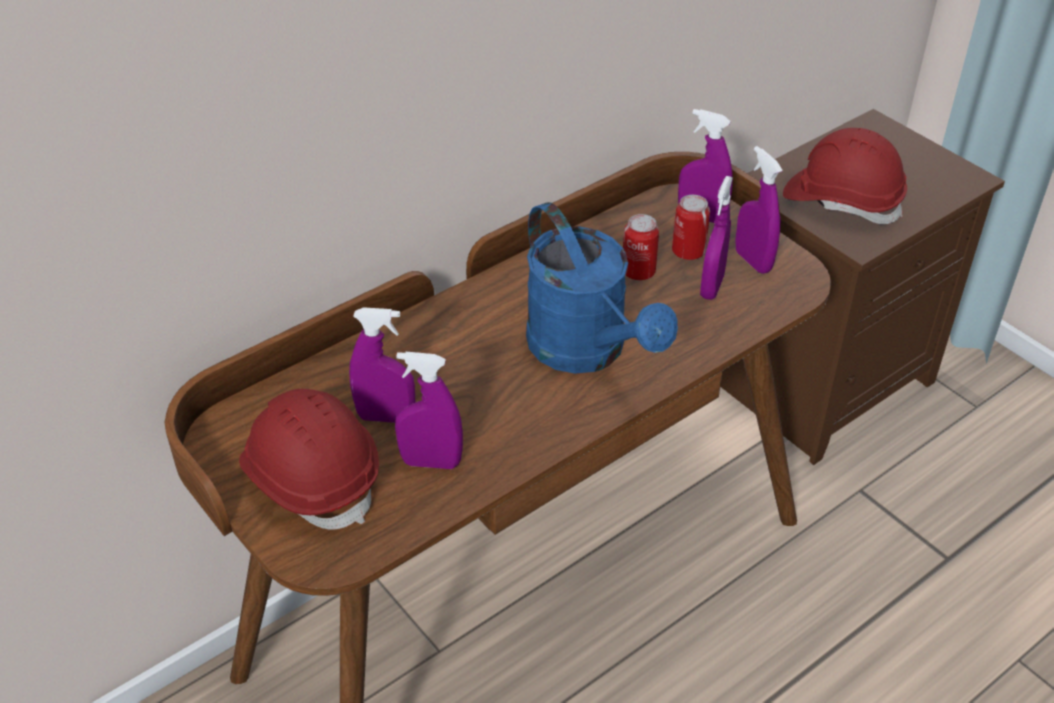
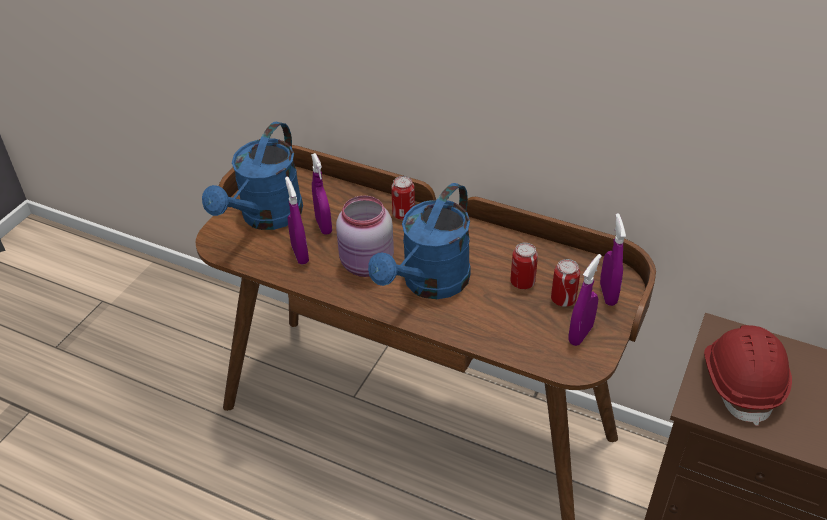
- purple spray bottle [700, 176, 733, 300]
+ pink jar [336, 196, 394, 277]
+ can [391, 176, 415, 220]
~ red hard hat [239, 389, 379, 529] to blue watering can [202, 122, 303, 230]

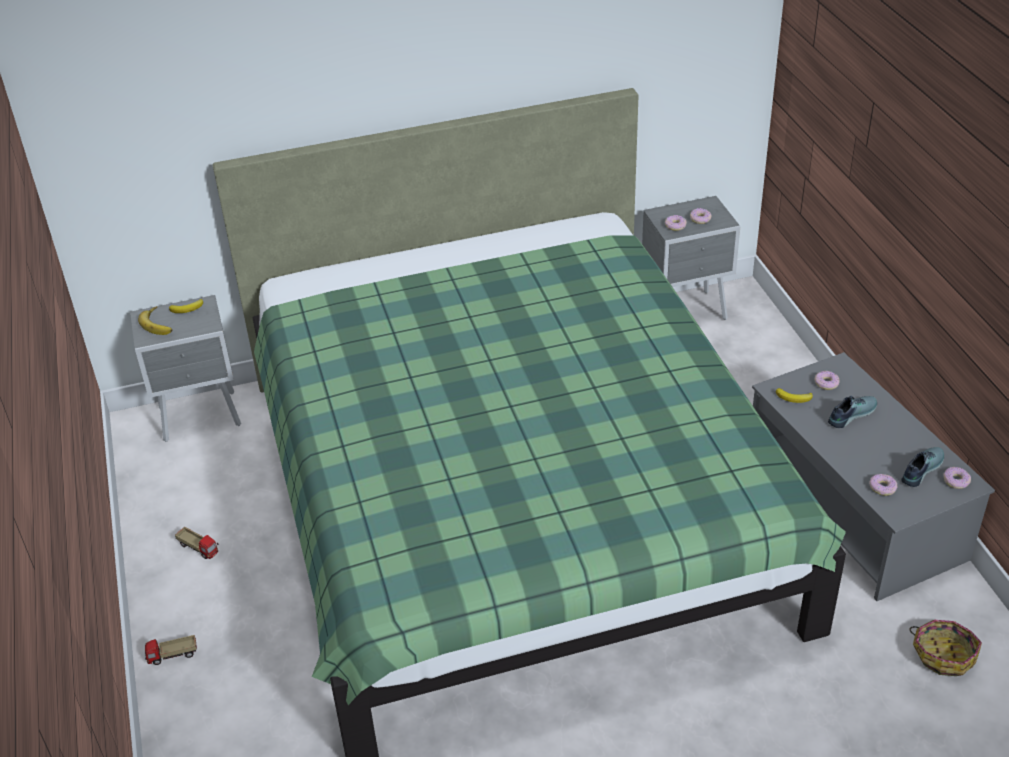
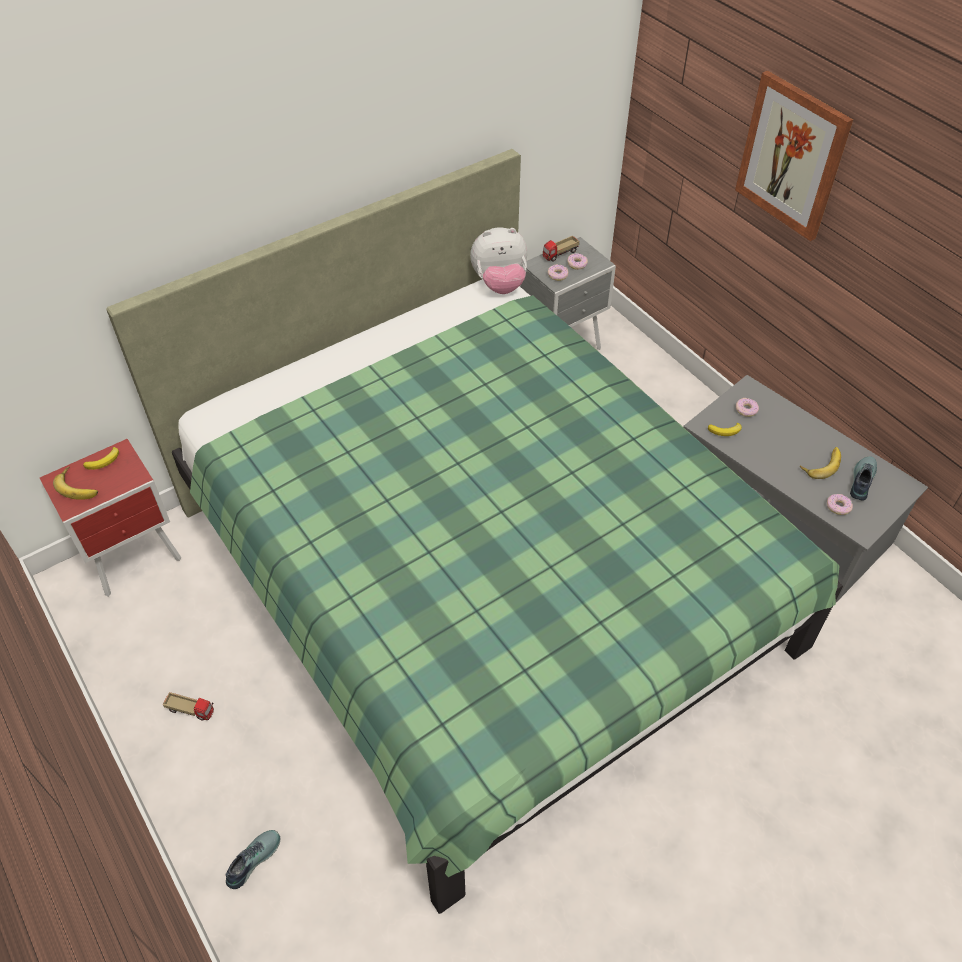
- basket [909, 620, 982, 676]
- donut [943, 467, 971, 489]
+ plush toy [470, 227, 527, 294]
+ picture [735, 71, 853, 241]
+ banana [800, 447, 841, 479]
~ toy truck [145, 635, 197, 665] to [543, 236, 580, 261]
~ shoe [828, 396, 877, 428] to [225, 830, 281, 889]
~ grey nightstand [130, 295, 241, 442] to red nightstand [40, 439, 181, 596]

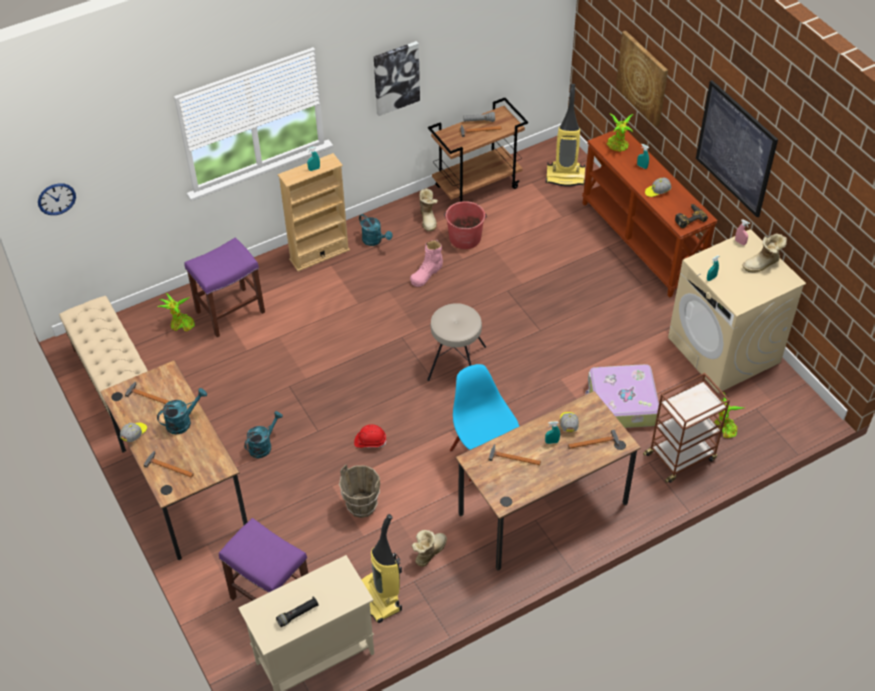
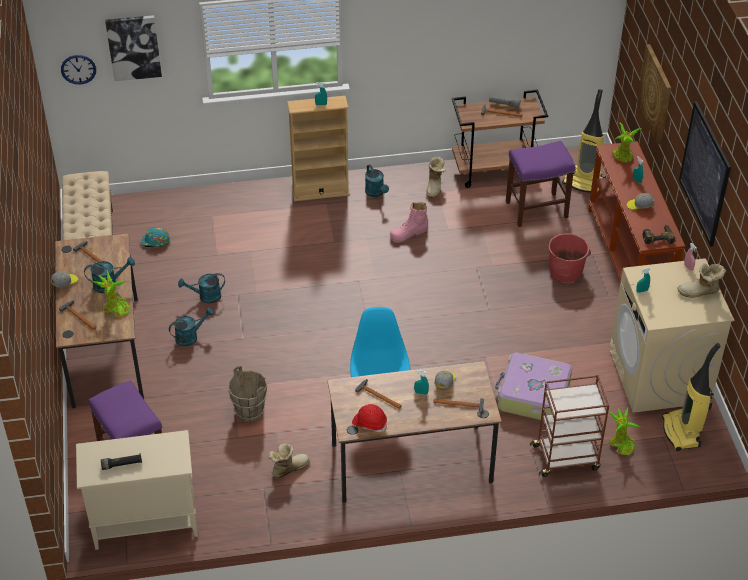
- beige stool [427, 303, 486, 381]
+ turquoise hard hat [141, 227, 170, 249]
+ turquoise watering can [178, 273, 225, 304]
~ potted plant [157, 293, 195, 331] to [92, 271, 130, 317]
~ purple stool [184, 237, 265, 337] to [506, 141, 575, 227]
~ red hard hat [354, 424, 387, 448] to [352, 404, 387, 432]
~ vacuum cleaner [361, 514, 402, 623] to [662, 343, 721, 451]
~ picture [374, 41, 420, 116] to [105, 15, 162, 81]
~ red bucket [444, 201, 487, 249] to [548, 233, 591, 282]

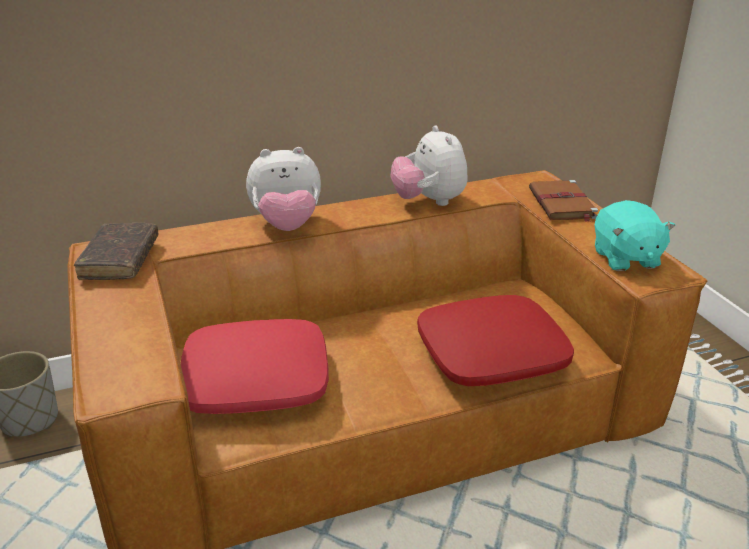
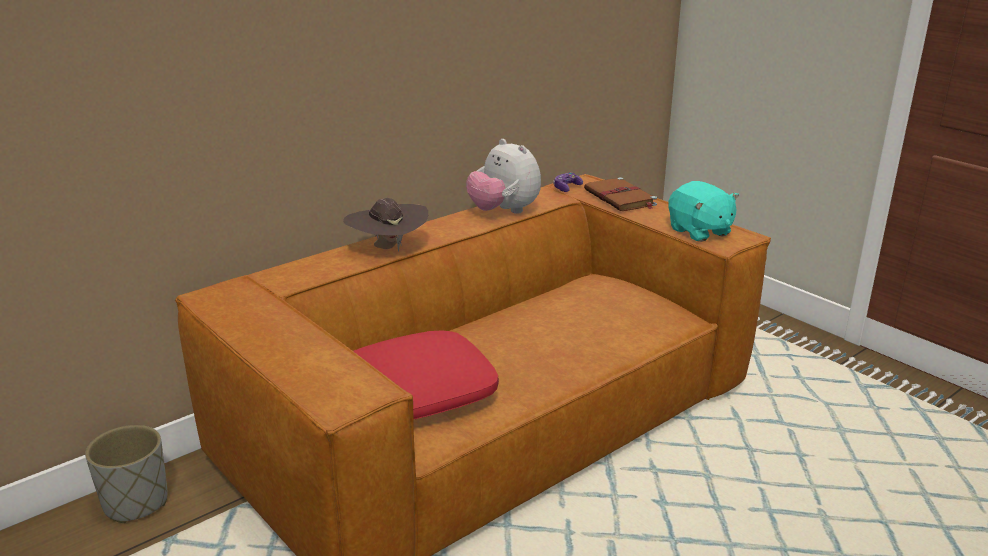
- brown book [74, 223, 158, 280]
- red pillow [417, 295, 574, 386]
+ game controller [553, 172, 583, 192]
~ plush toy [246, 147, 321, 231] to brown hat [343, 198, 428, 252]

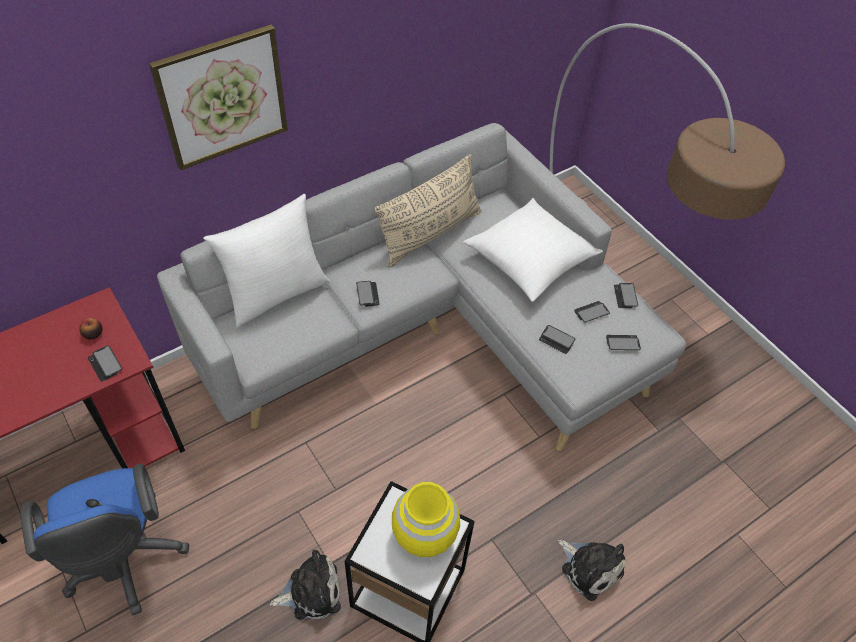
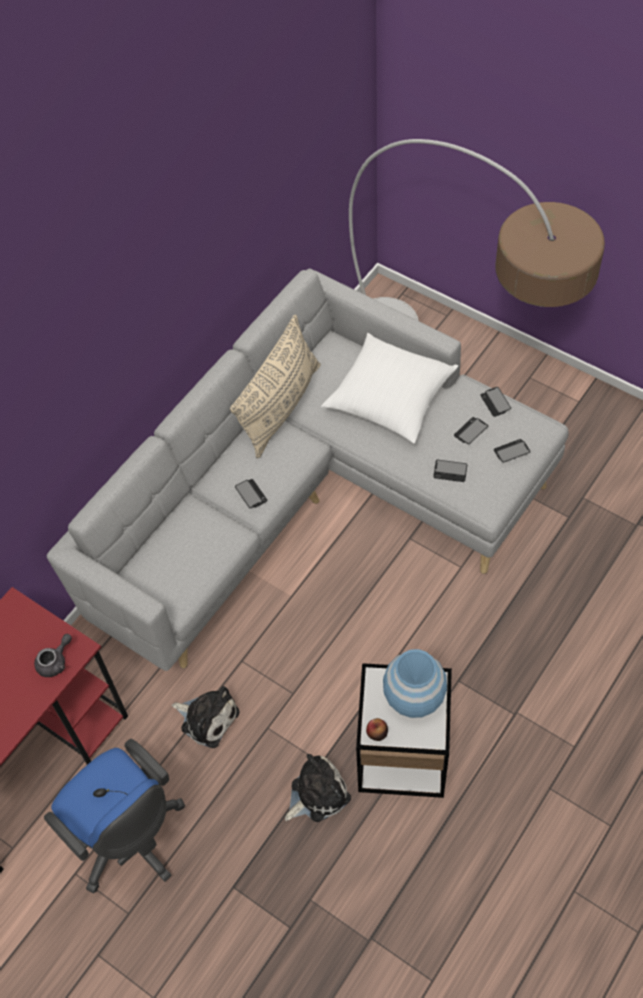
- picture [149, 25, 288, 170]
- white pillow [203, 194, 330, 328]
~ apple [79, 318, 103, 340] to [366, 718, 388, 741]
~ plush toy [558, 539, 626, 601] to [172, 686, 239, 748]
~ phone [88, 345, 122, 382] to grey teapot [34, 634, 72, 677]
~ yellow vase [392, 482, 460, 557] to blue vase [383, 649, 447, 718]

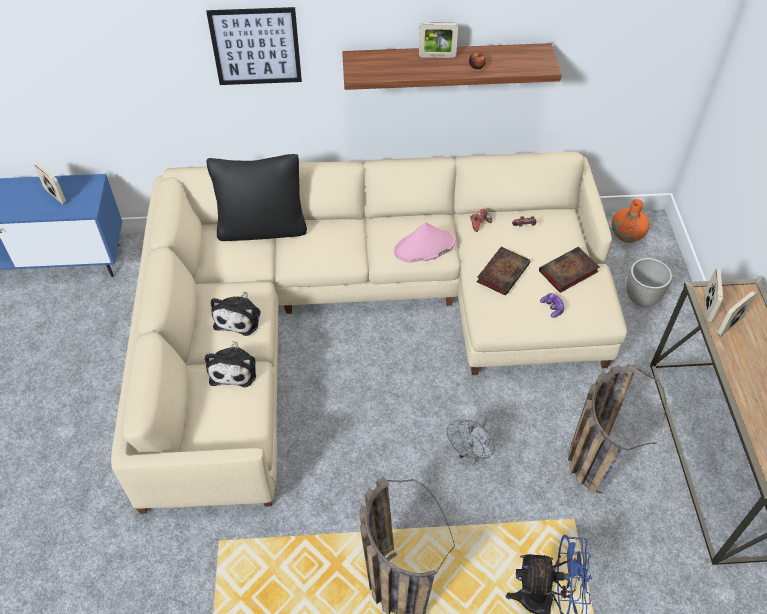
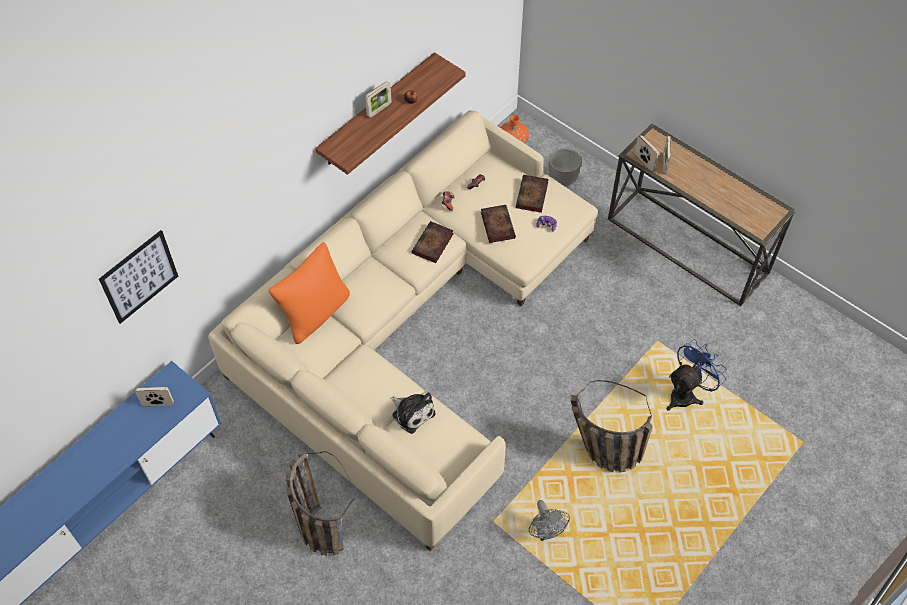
- plush toy [210, 292, 261, 336]
~ picture [206, 7, 302, 85] to [99, 230, 178, 324]
~ grey fan [447, 415, 495, 465] to [529, 500, 570, 541]
~ basket [568, 364, 666, 494] to [286, 451, 355, 556]
~ pink hat [394, 222, 456, 263] to book [412, 221, 454, 263]
~ black pillow [207, 154, 307, 241] to orange pillow [268, 242, 350, 344]

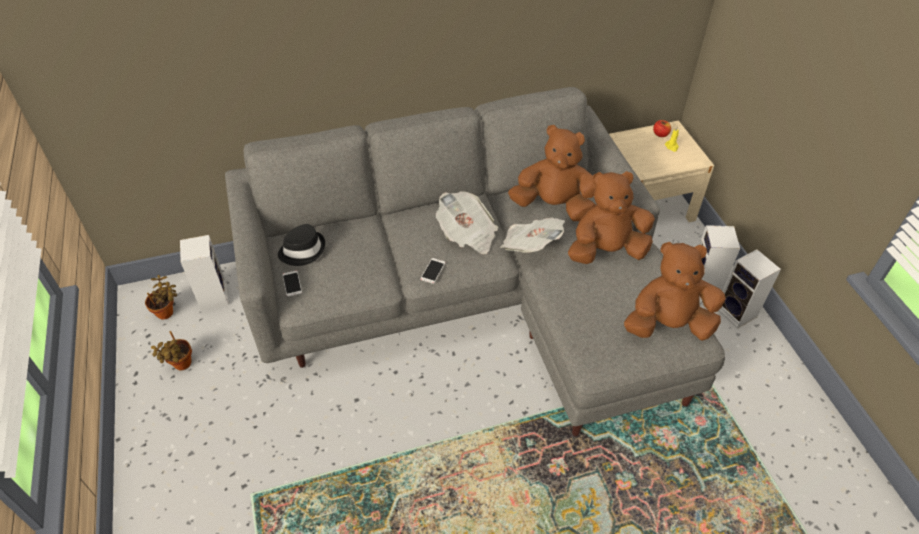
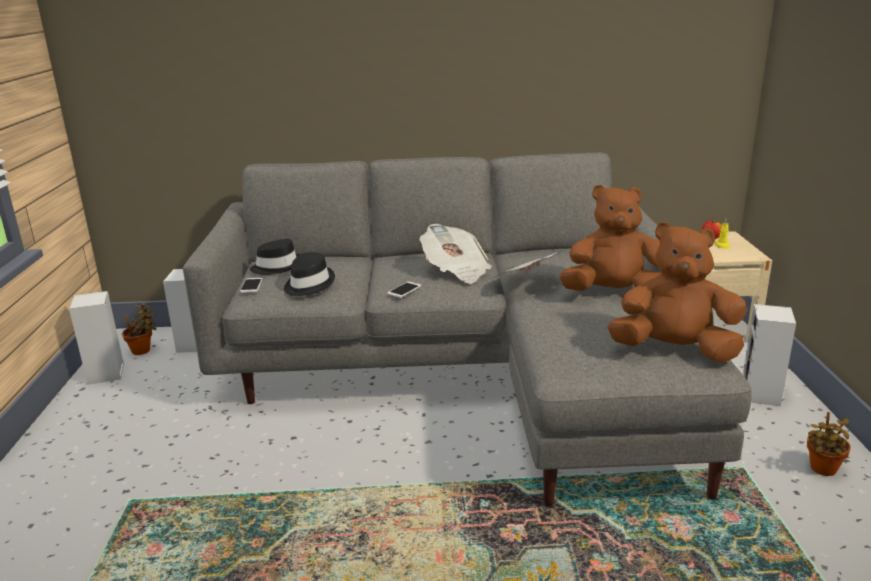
- brown plush toy [508, 125, 596, 221]
+ black hat [284, 252, 335, 296]
~ potted plant [151, 331, 192, 370] to [807, 412, 851, 476]
~ speaker [719, 249, 781, 328] to [69, 291, 124, 384]

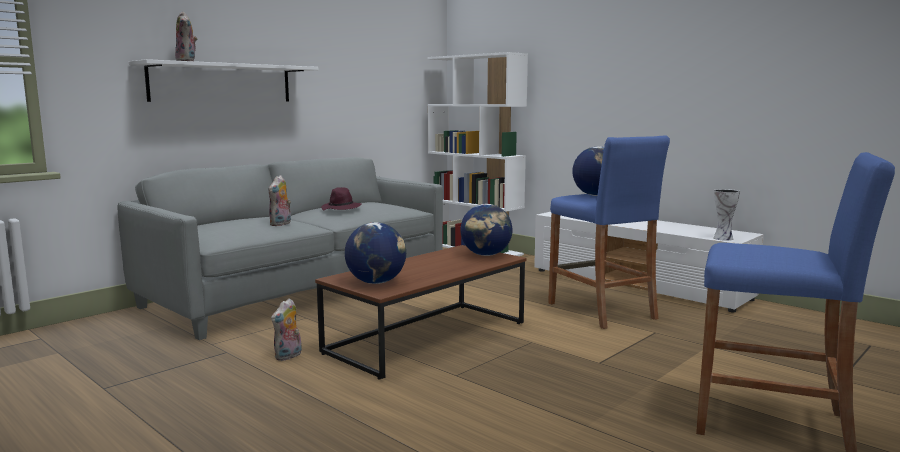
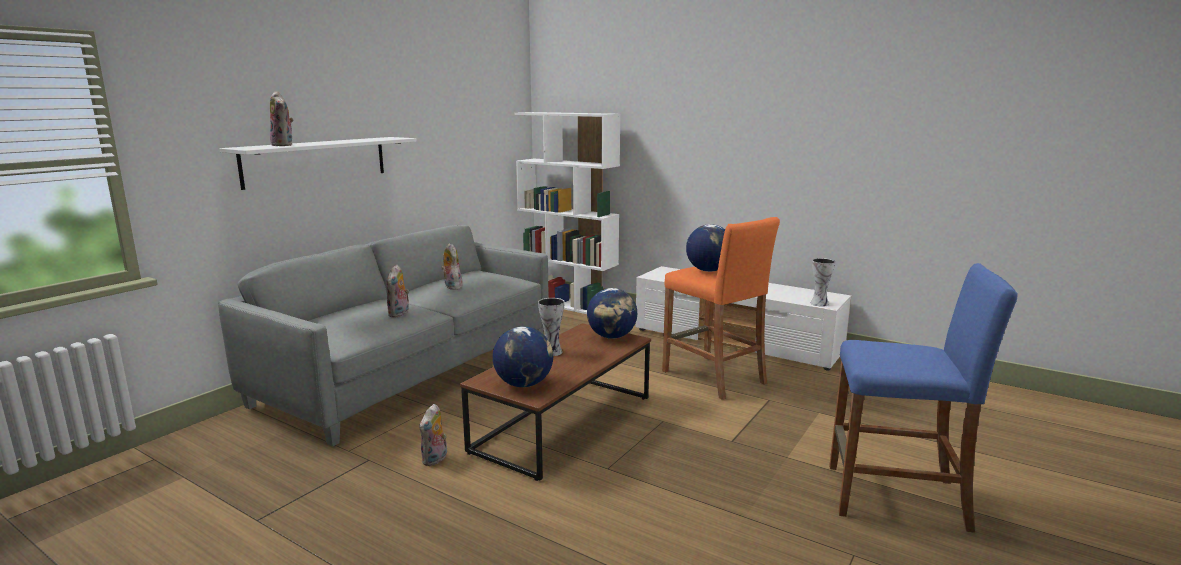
+ vase [538, 298, 565, 356]
~ purple hat [321, 188, 362, 211] to plush toy [441, 243, 462, 290]
~ blue stool [548, 136, 670, 329] to orange stool [662, 217, 780, 400]

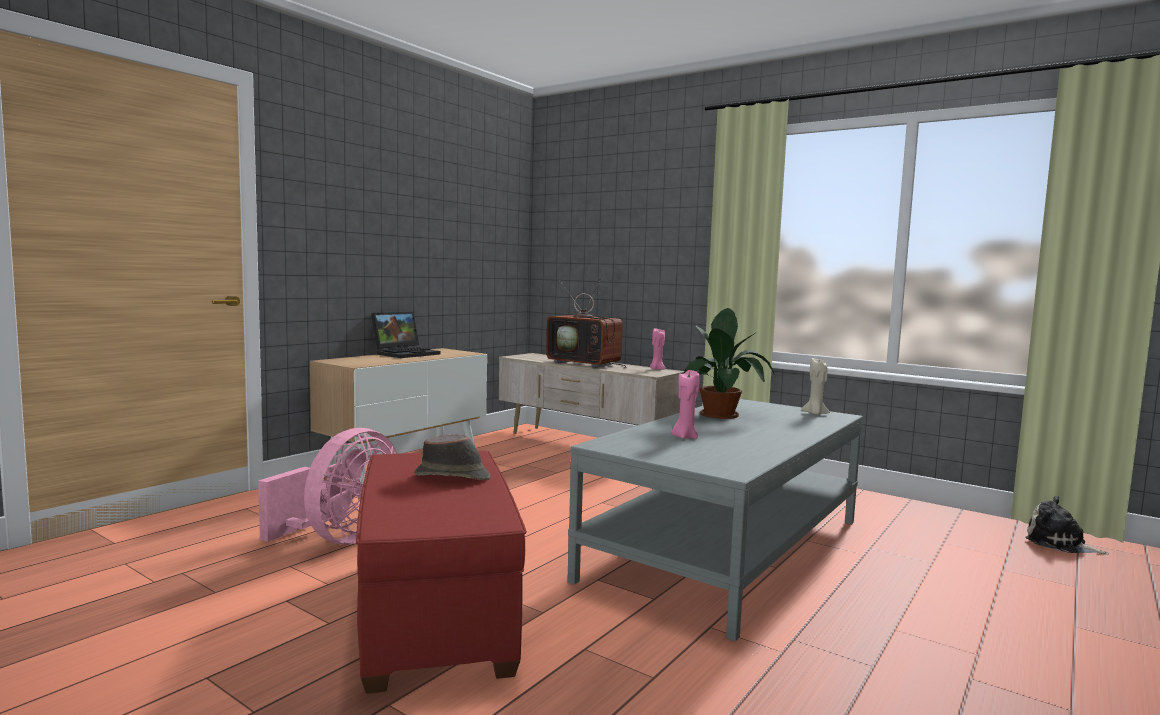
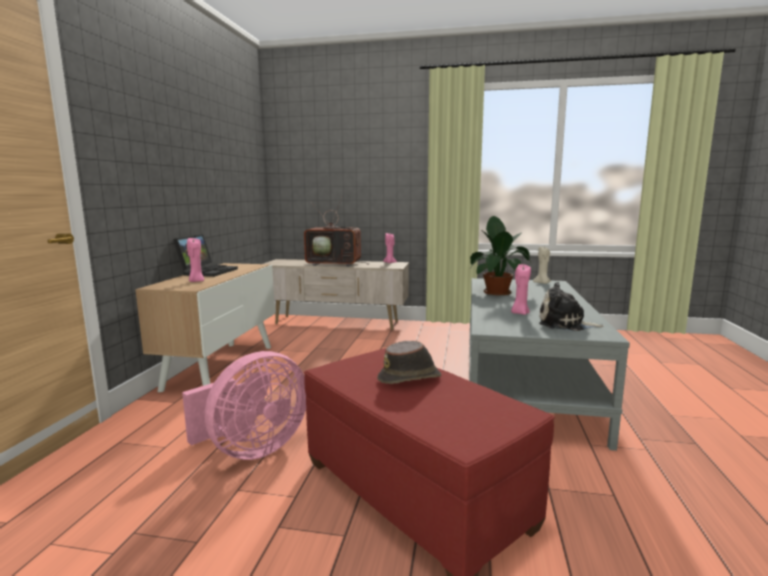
+ pink candle [187, 238, 204, 282]
~ plush toy [1025, 496, 1109, 555] to [539, 282, 604, 331]
~ pink fan [258, 428, 397, 545] = [182, 351, 306, 460] 45 degrees clockwise

